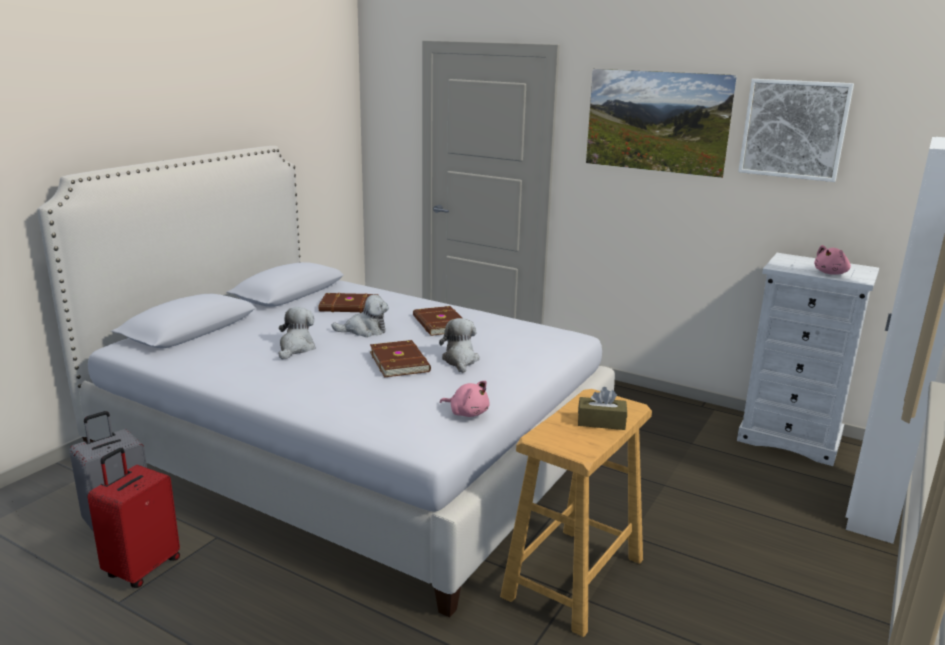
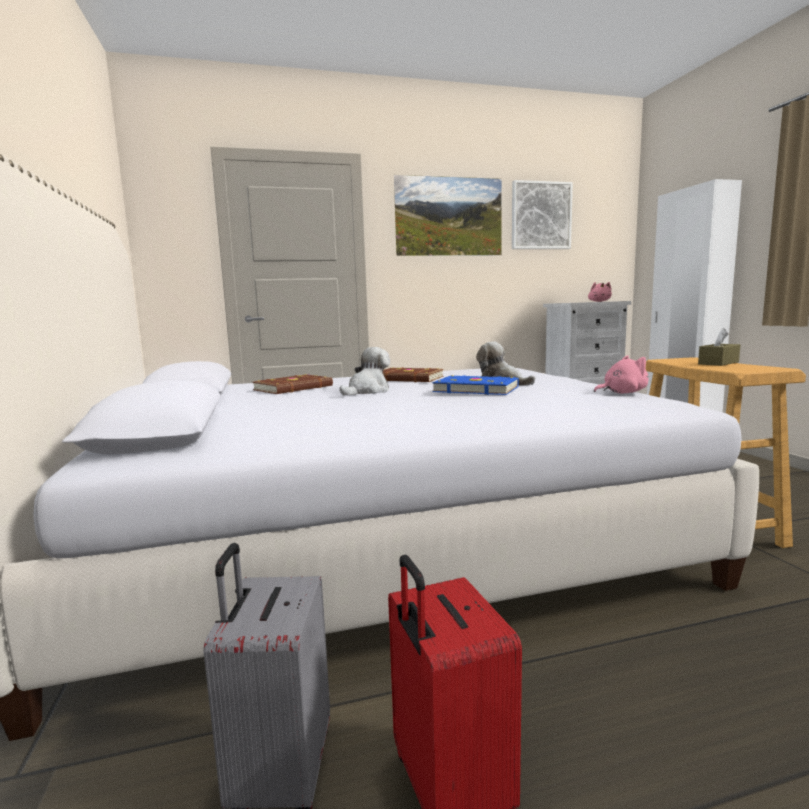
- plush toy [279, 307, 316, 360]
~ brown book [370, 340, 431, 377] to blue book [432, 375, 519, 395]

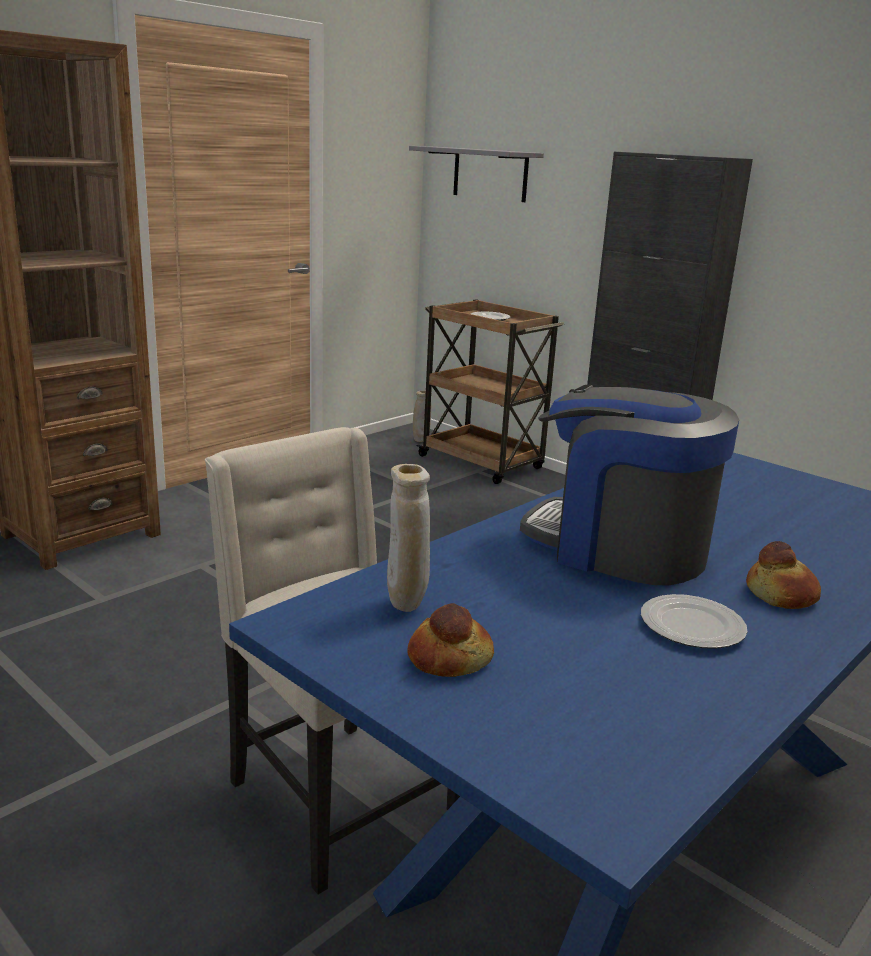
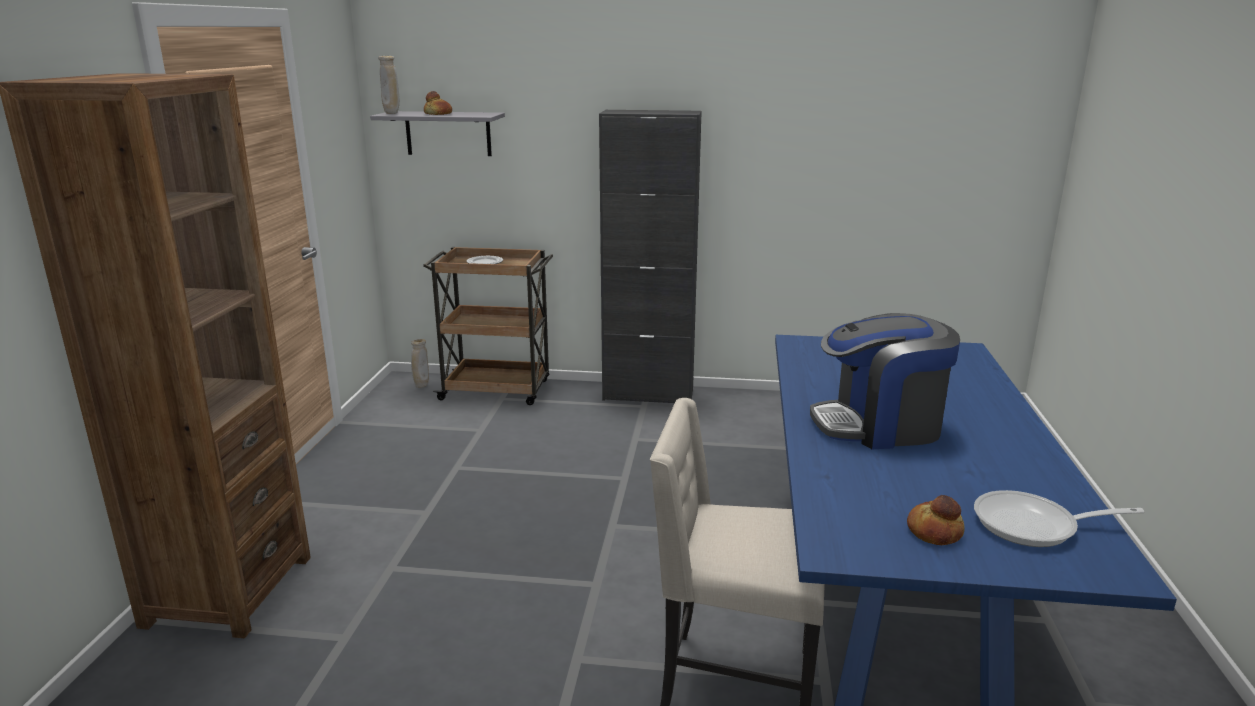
- plate [641, 594, 748, 649]
+ frying pan [974, 490, 1145, 547]
~ beige vase [387, 464, 430, 612] to [378, 56, 400, 114]
~ bread [746, 541, 821, 609] to [424, 91, 452, 115]

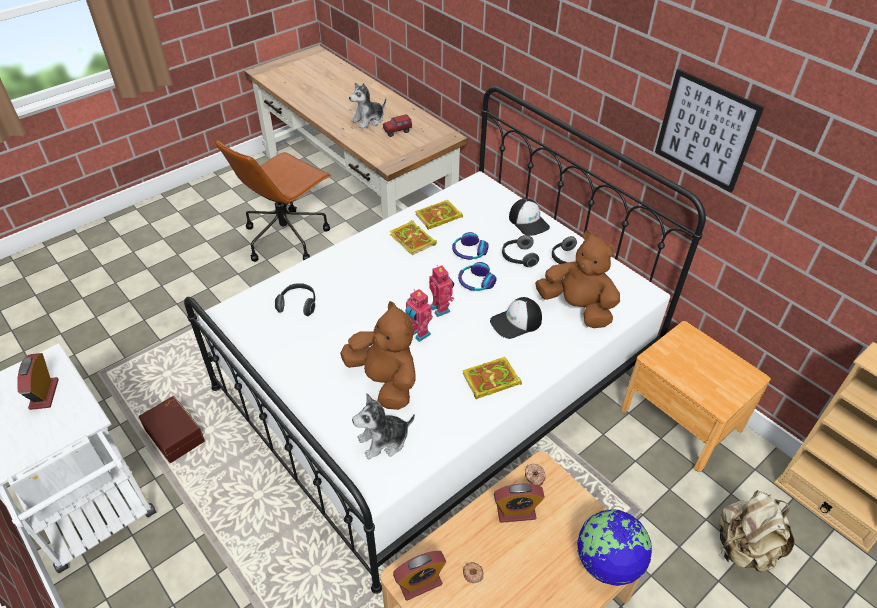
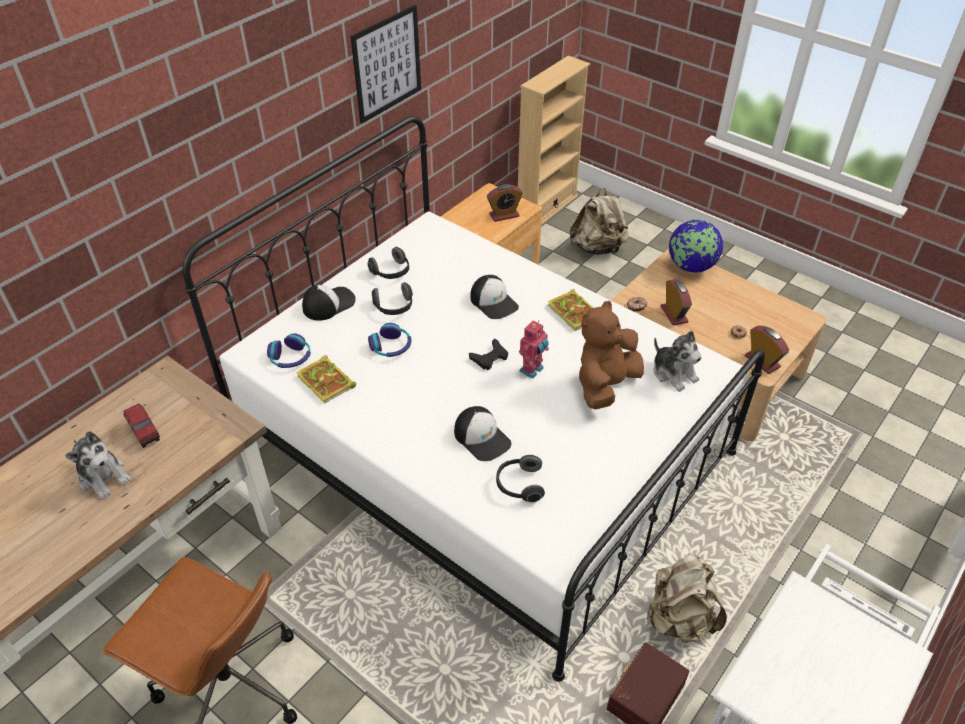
- book [390, 220, 437, 255]
- brown plush toy [535, 231, 620, 328]
+ cap [454, 406, 511, 461]
+ beige backpack [647, 553, 727, 643]
~ alarm clock [17, 353, 59, 410] to [487, 184, 523, 222]
~ headphones [458, 262, 497, 291] to [267, 333, 311, 368]
~ toy robot [429, 265, 454, 317] to black game controller [469, 339, 508, 370]

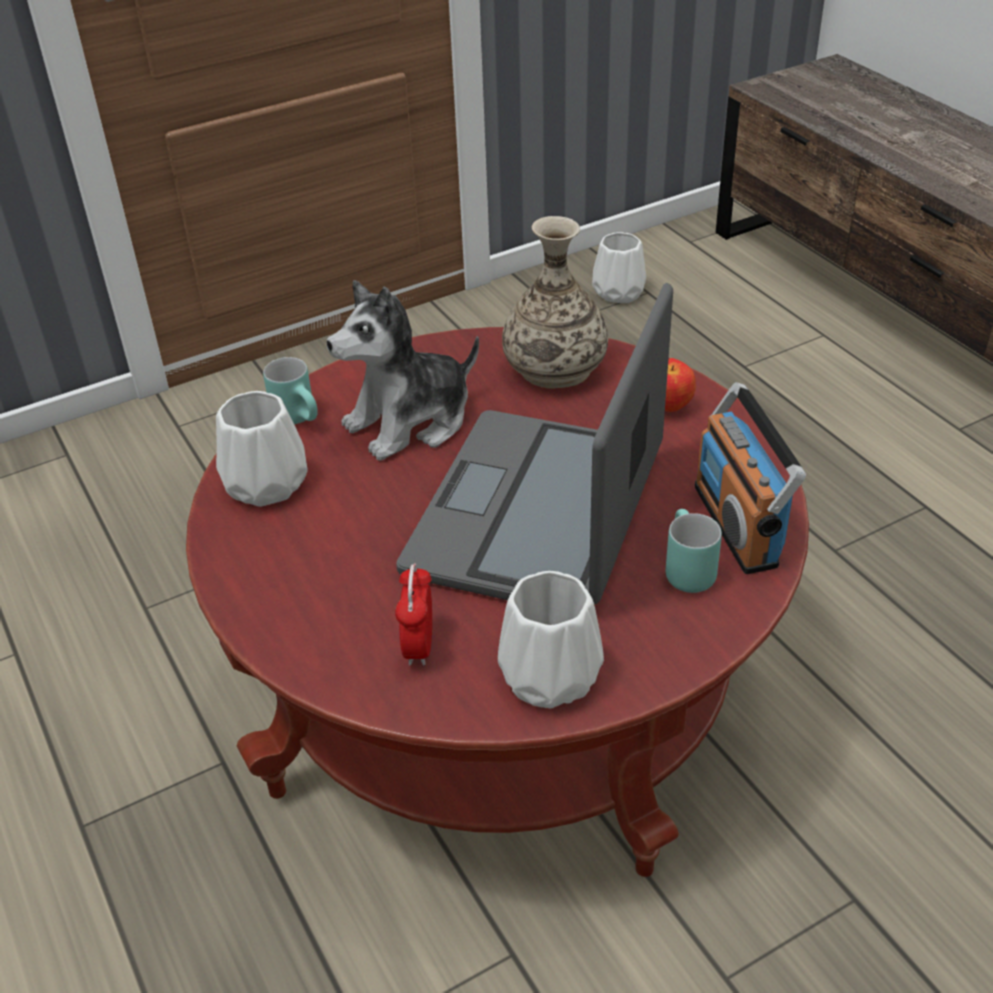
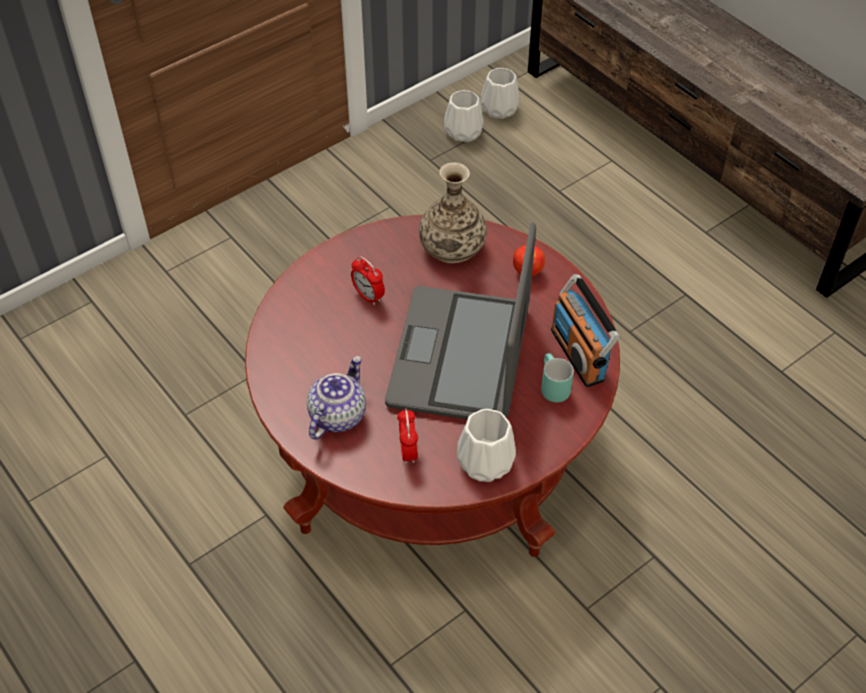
- turquoise mug [263, 357, 318, 424]
+ teapot [307, 356, 366, 440]
~ white vase [216, 391, 308, 507] to [481, 68, 520, 119]
~ plush toy [326, 280, 479, 461] to alarm clock [351, 257, 385, 305]

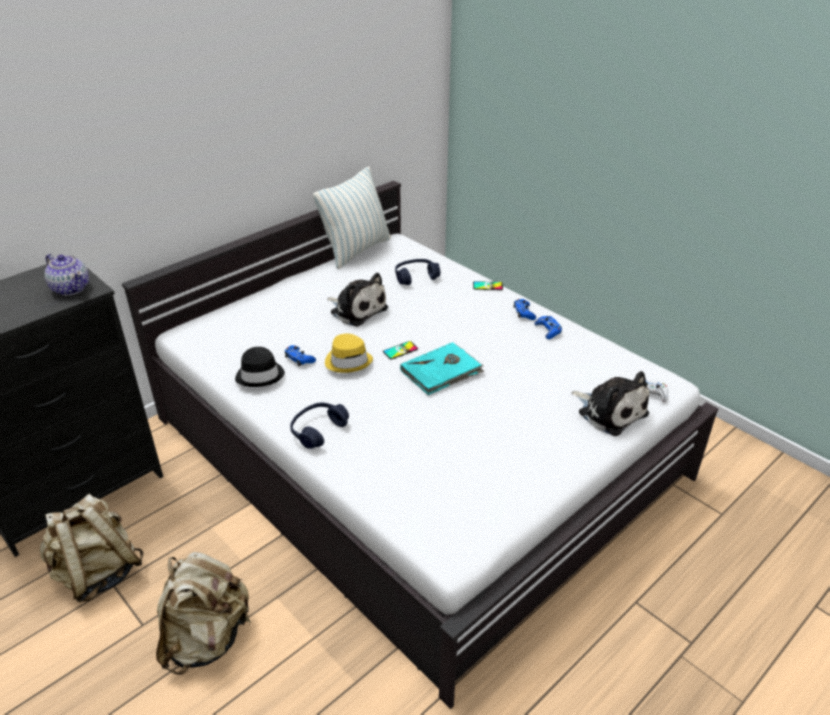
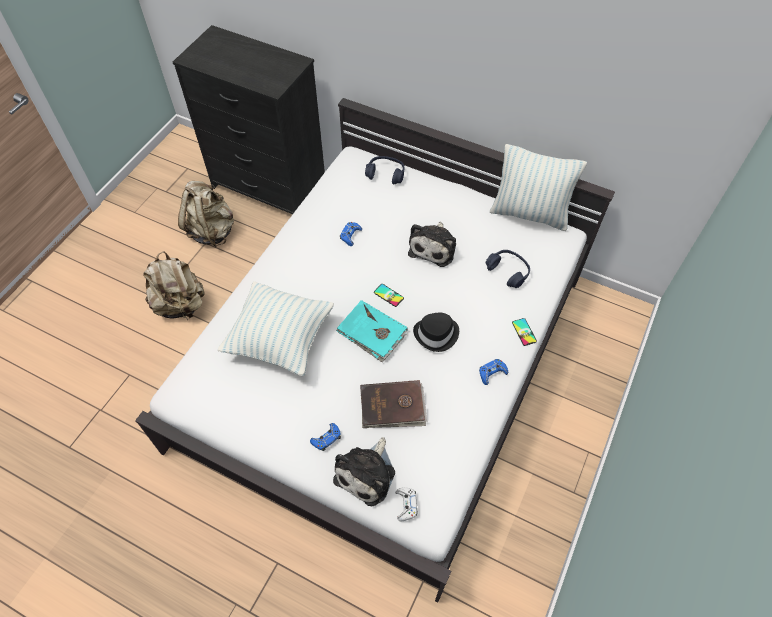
- teapot [45, 254, 89, 296]
- yellow hat [325, 334, 373, 373]
+ pillow [218, 281, 334, 376]
+ brown book [360, 380, 427, 428]
~ black hat [235, 347, 285, 387] to [413, 313, 459, 352]
~ blue headphones [290, 402, 349, 449] to [365, 156, 404, 184]
~ blue game controller [534, 316, 562, 339] to [310, 423, 341, 451]

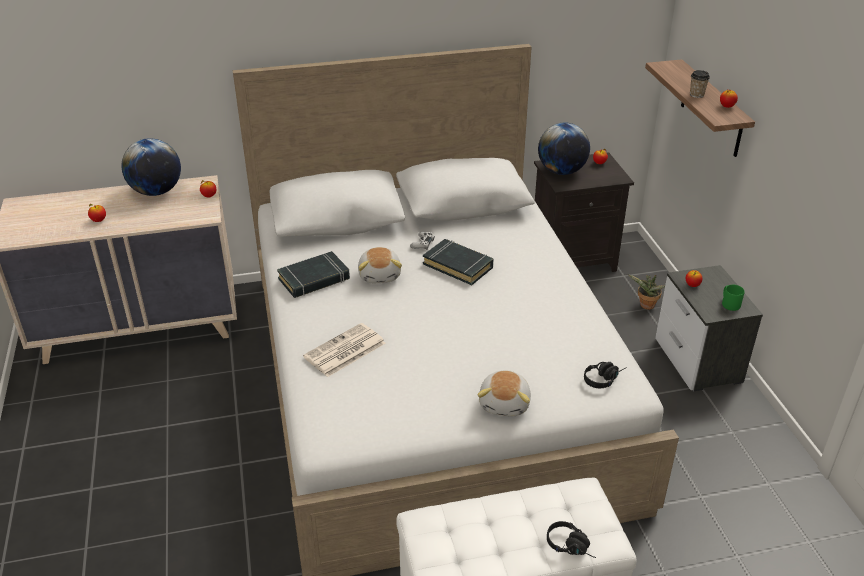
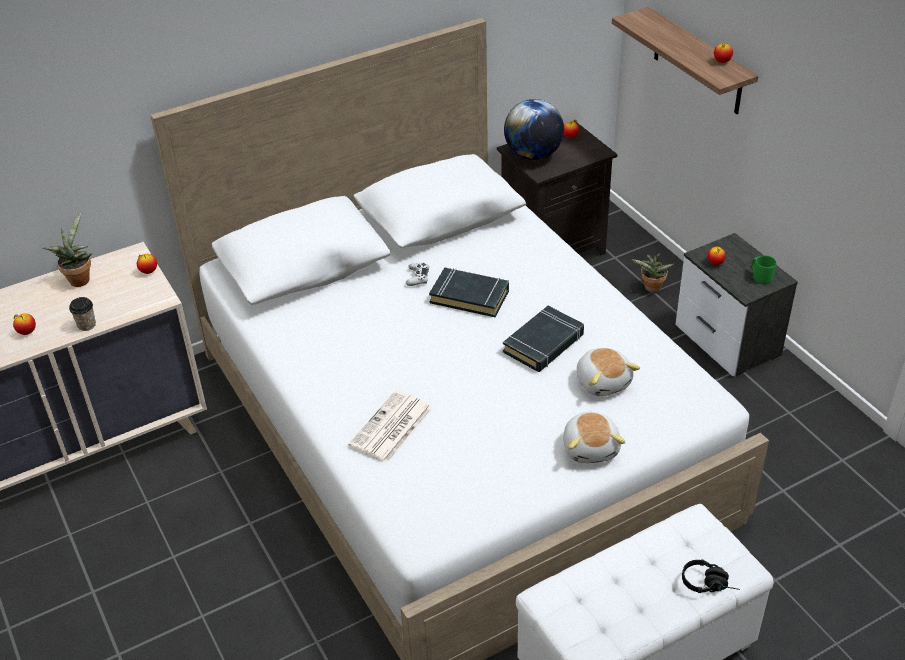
- black headphones [584, 362, 627, 388]
~ black book [277, 251, 350, 298] to [503, 306, 584, 372]
~ plush toy [358, 247, 402, 283] to [577, 348, 640, 396]
~ cup [690, 70, 710, 98] to [69, 297, 96, 331]
~ globe [121, 138, 181, 196] to potted plant [43, 213, 92, 287]

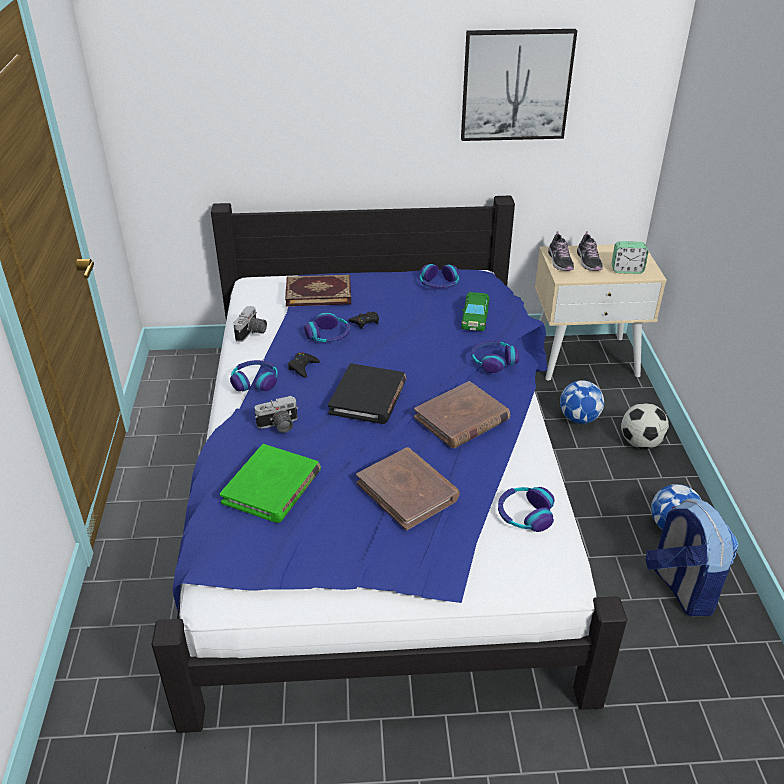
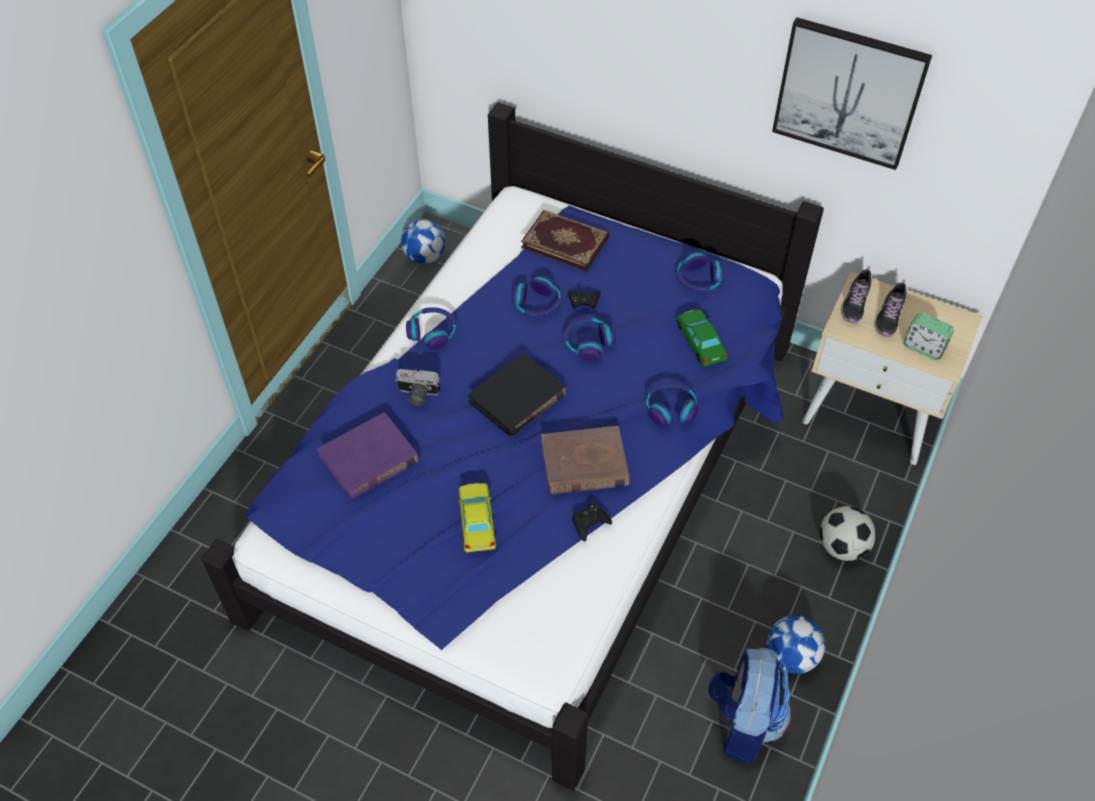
- photo camera [233, 306, 267, 342]
~ black game controller [288, 352, 320, 378] to [572, 503, 612, 541]
~ headphones [498, 487, 555, 532] to [564, 317, 616, 360]
~ football [560, 380, 604, 424] to [401, 219, 445, 264]
~ brown book [356, 447, 460, 530] to yellow toy car [458, 483, 496, 553]
~ green book [220, 444, 321, 523] to purple book [317, 412, 419, 499]
~ green toy car [461, 292, 489, 331] = [676, 309, 728, 367] 120 degrees clockwise

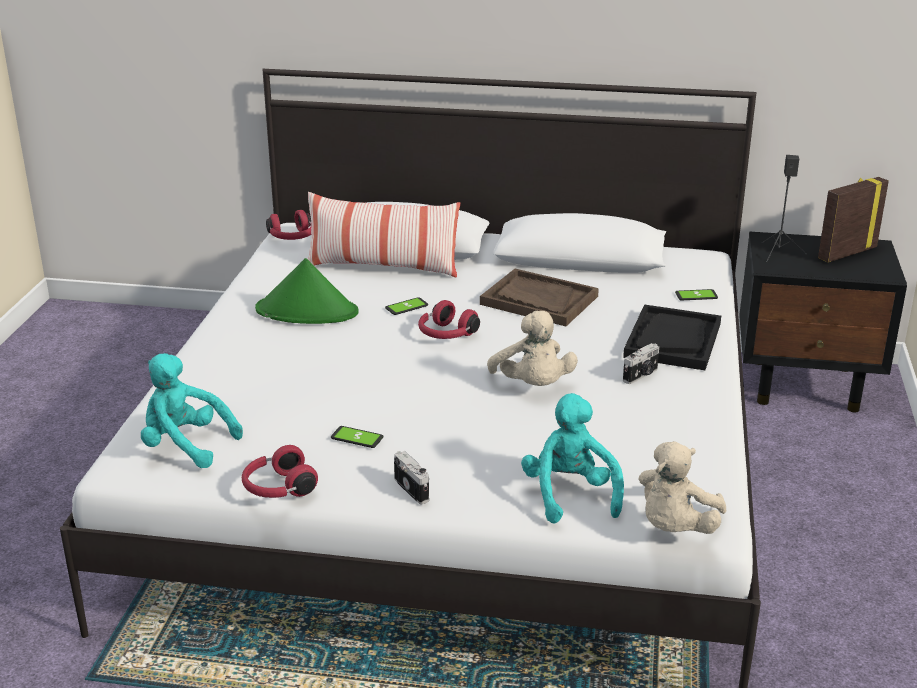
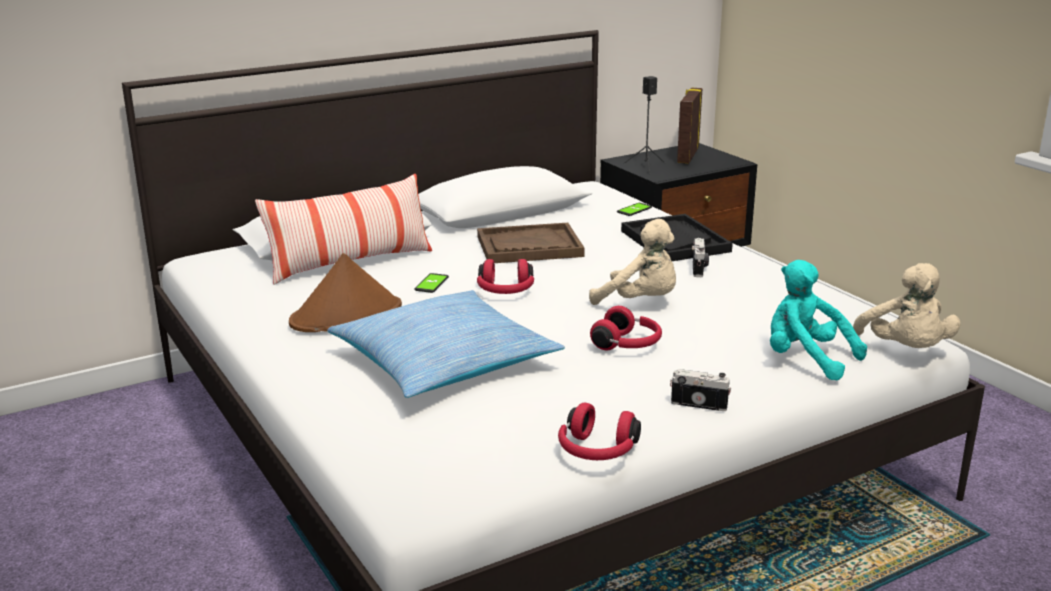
- turquoise plush toy [141, 353, 243, 468]
- phone [331, 426, 383, 448]
+ pillow [327, 290, 565, 398]
~ red headphones [266, 210, 311, 240] to [590, 306, 662, 350]
~ green hat [255, 258, 359, 324] to brown hat [289, 253, 402, 332]

